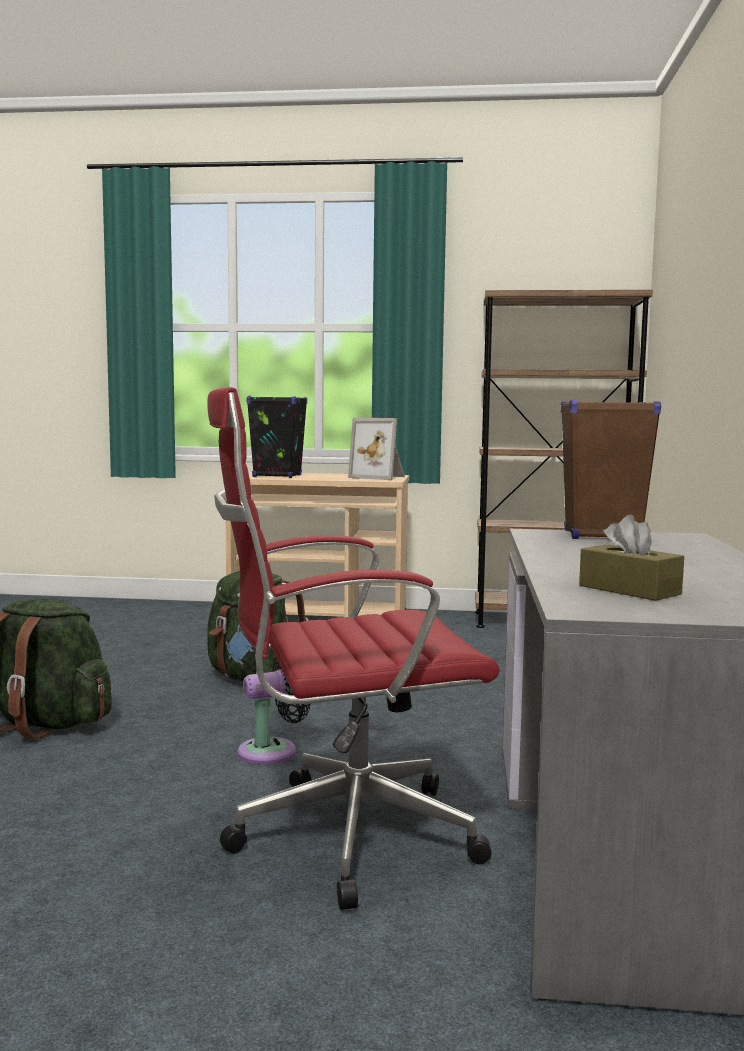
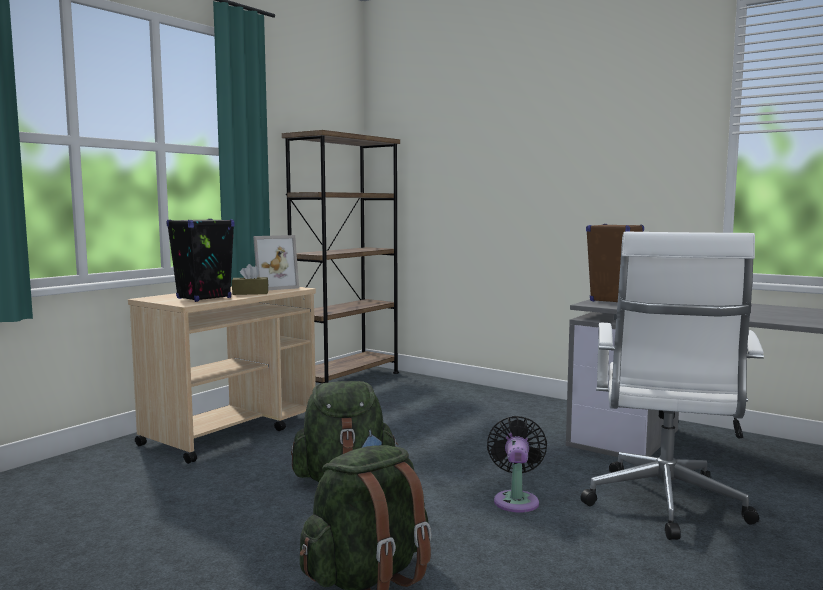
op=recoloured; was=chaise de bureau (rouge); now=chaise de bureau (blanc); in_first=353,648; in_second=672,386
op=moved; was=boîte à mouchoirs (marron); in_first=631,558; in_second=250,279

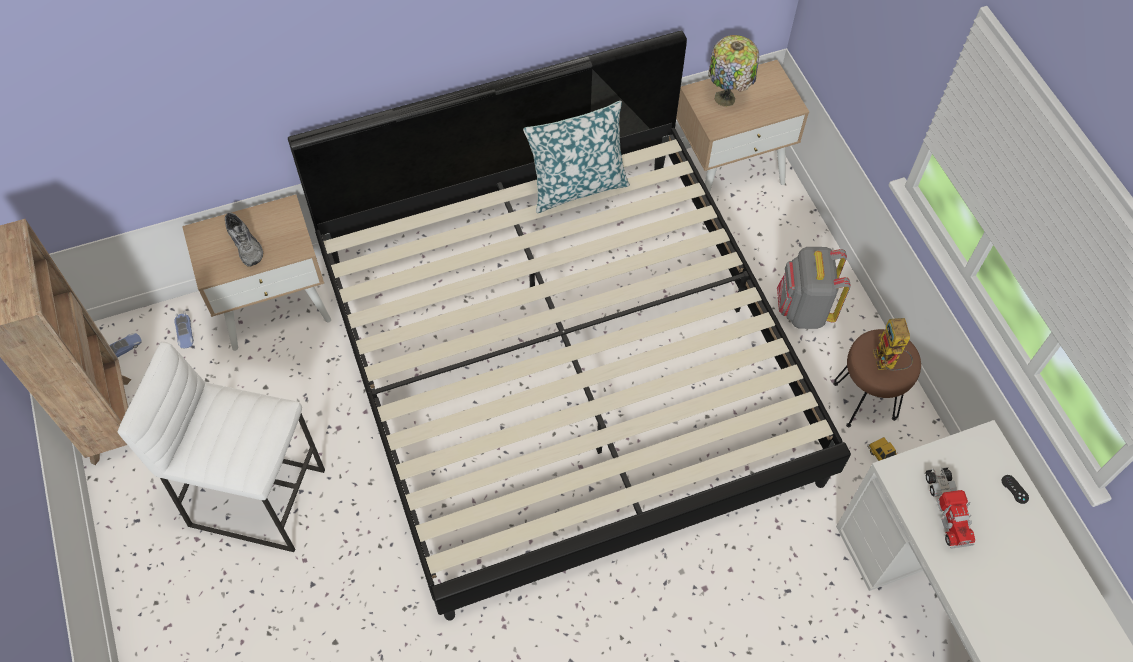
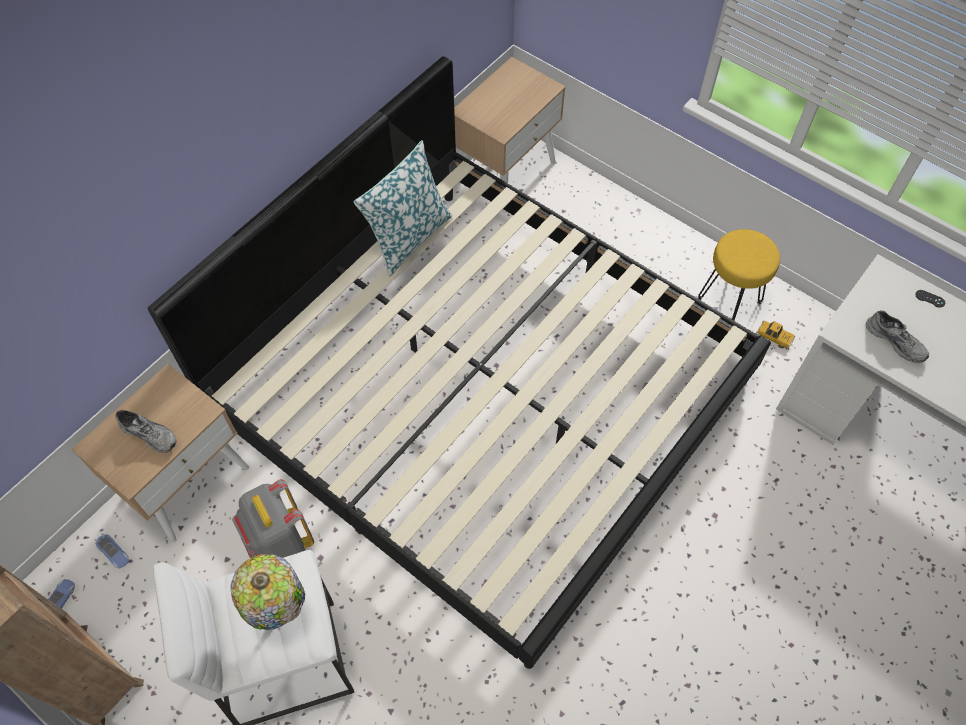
op=moved; was=lampe de table; in_first=733,71; in_second=268,592
op=moved; was=sac à dos (gris); in_first=813,288; in_second=273,518
op=removed; was=robot jouet; in_first=893,344
op=recoloured; was=tabouret (marron); now=tabouret (jaune); in_first=877,378; in_second=739,274
op=replaced; was=camion jouet; now=chaussure (gris); in_first=950,508; in_second=897,336

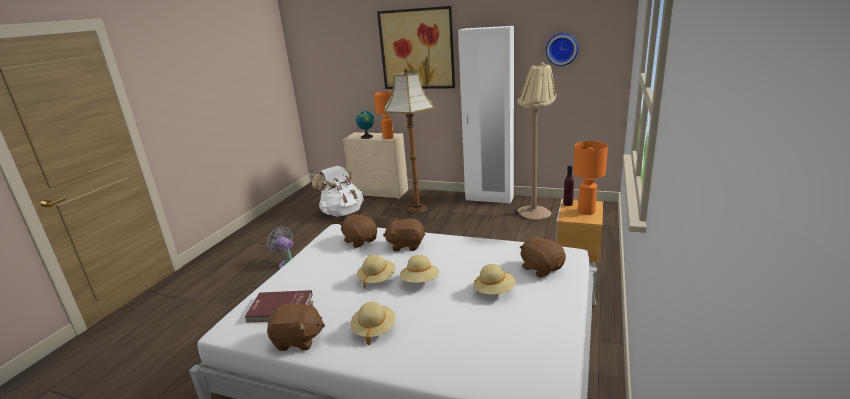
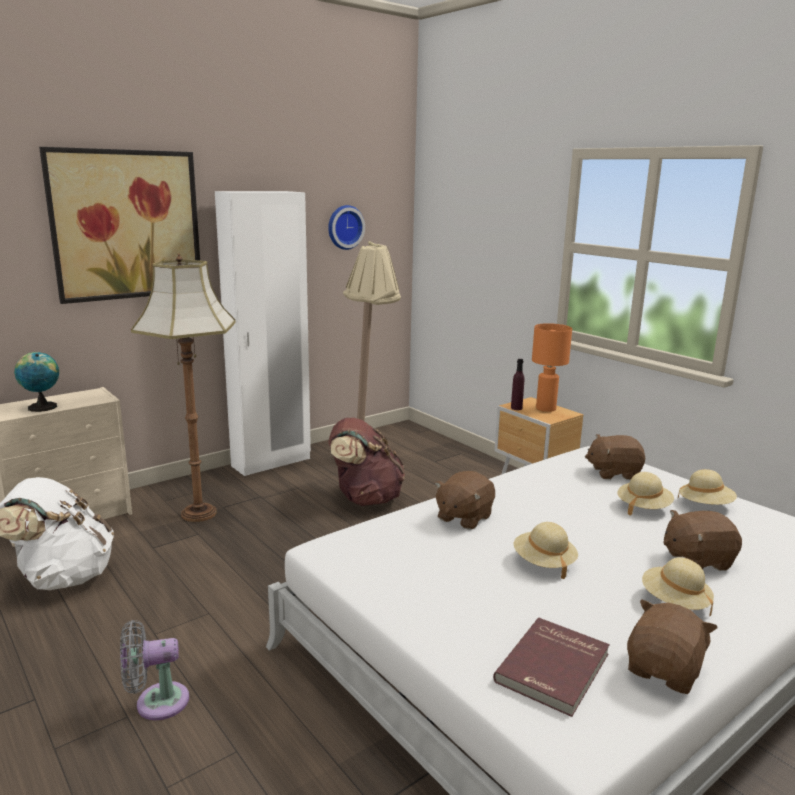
op=removed; was=lampe de table (orange); in_first=384,115
op=moved; was=peluche (marron); in_first=358,230; in_second=702,540
op=moved; was=chapeau (beige); in_first=419,269; in_second=707,487
op=added; now=sac à dos (marron); in_second=366,462

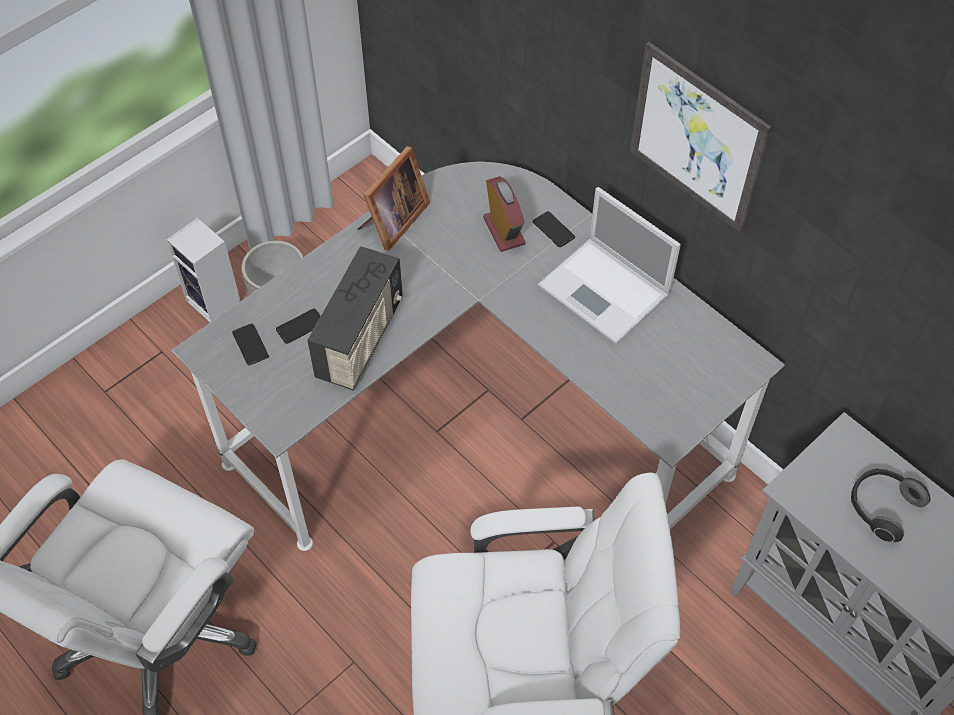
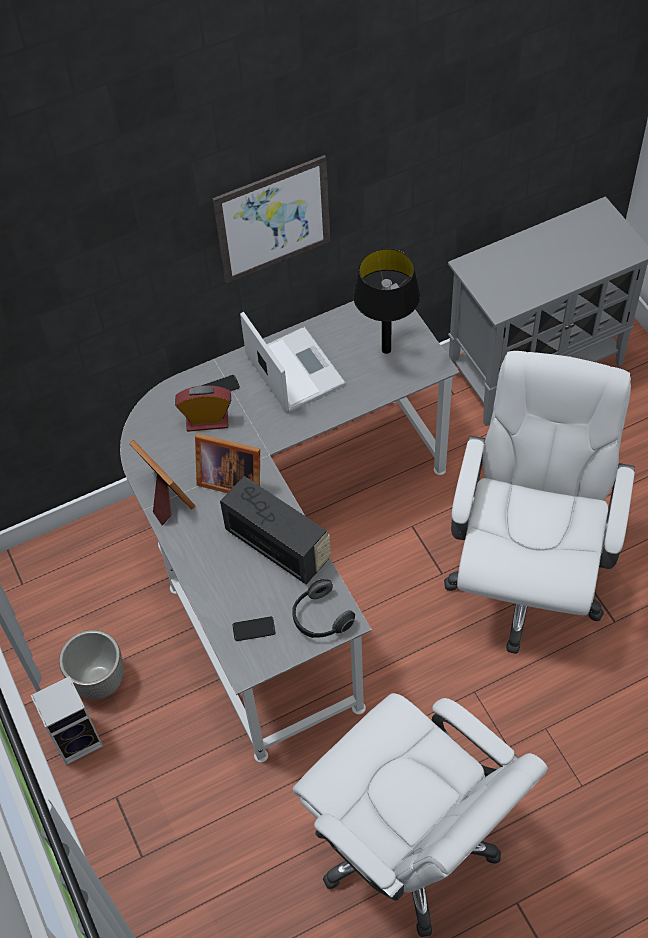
op=turned; was=ordinateur portable; in_first=609,265; in_second=293,362; clockwise=-90
op=removed; was=téléphone; in_first=298,326
op=moved; was=casque audio; in_first=891,505; in_second=324,608
op=added; now=lampe de table (noir); in_second=386,301
op=added; now=cadre photo; in_second=227,463

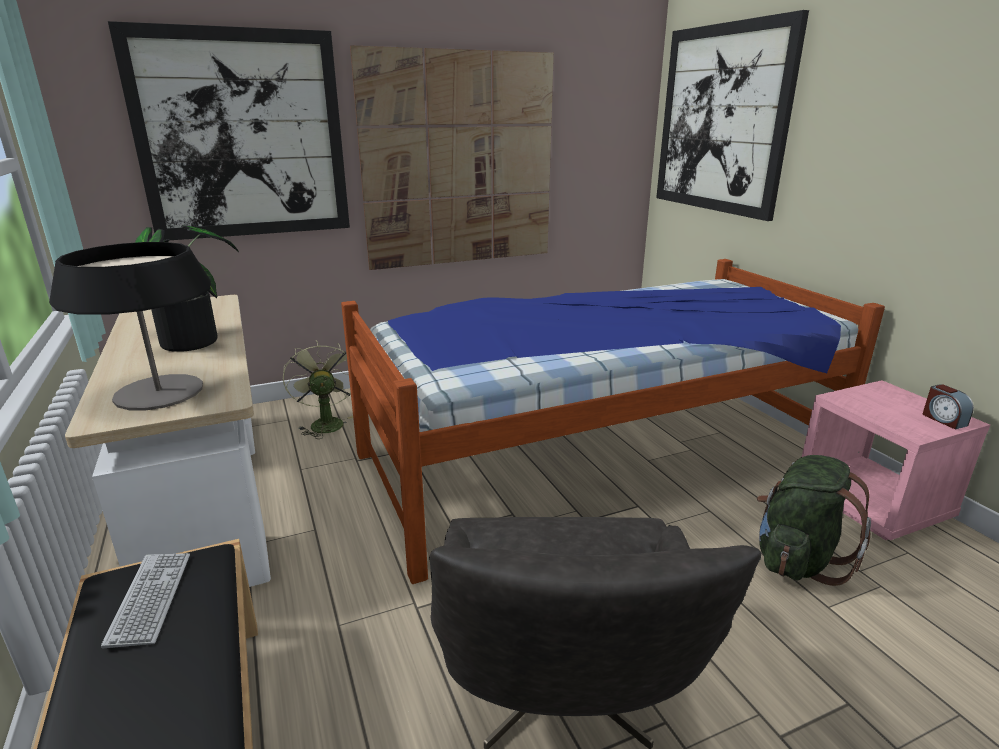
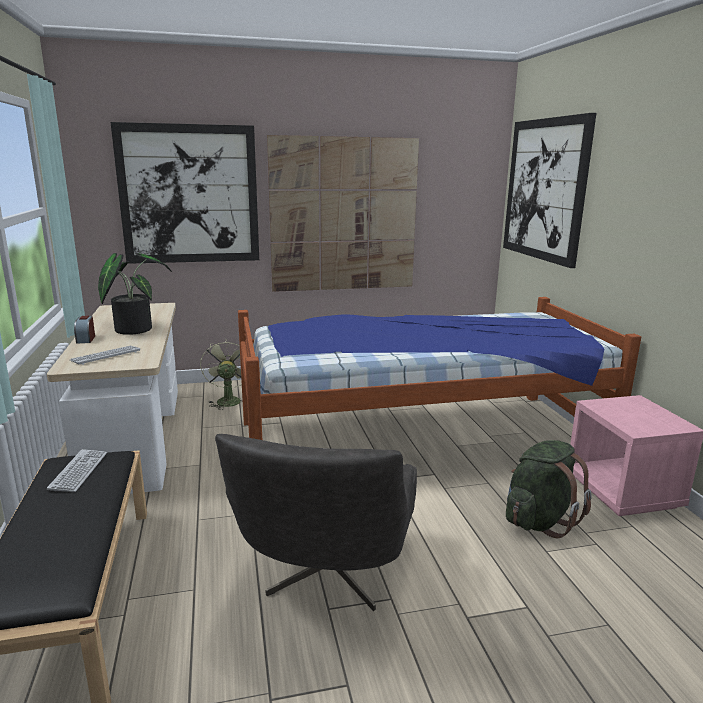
op=replaced; was=lampe de table; now=clavier; in_first=130,326; in_second=105,355
op=moved; was=réveil; in_first=948,407; in_second=84,330

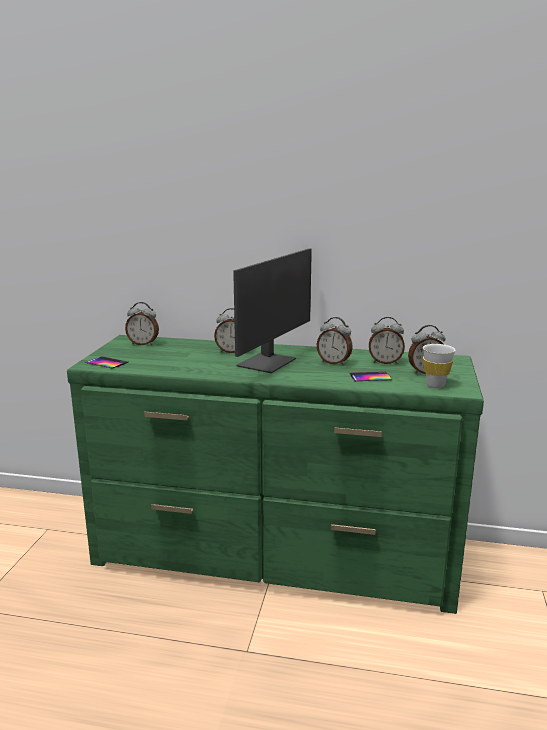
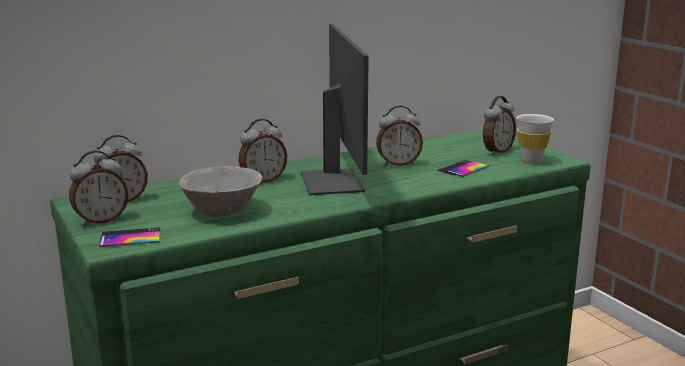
op=moved; was=réveil; in_first=387,340; in_second=98,188
op=added; now=bol (gris); in_second=220,191

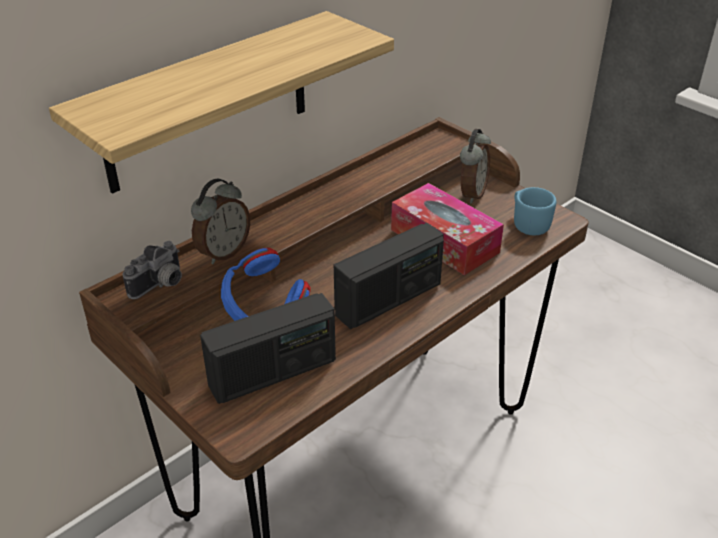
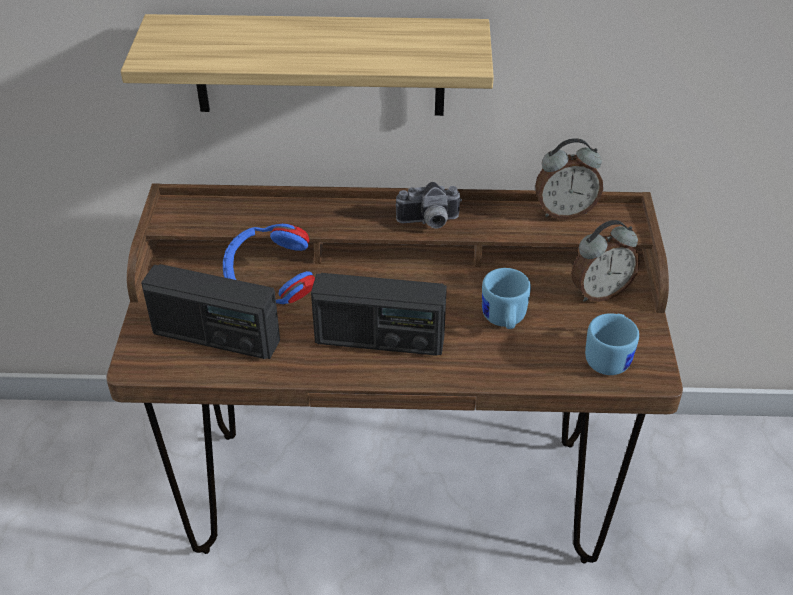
op=moved; was=réveil; in_first=220,221; in_second=569,178
op=replaced; was=boîte à mouchoirs; now=mug (bleu); in_first=447,229; in_second=506,298
op=moved; was=appareil photo; in_first=152,270; in_second=428,205

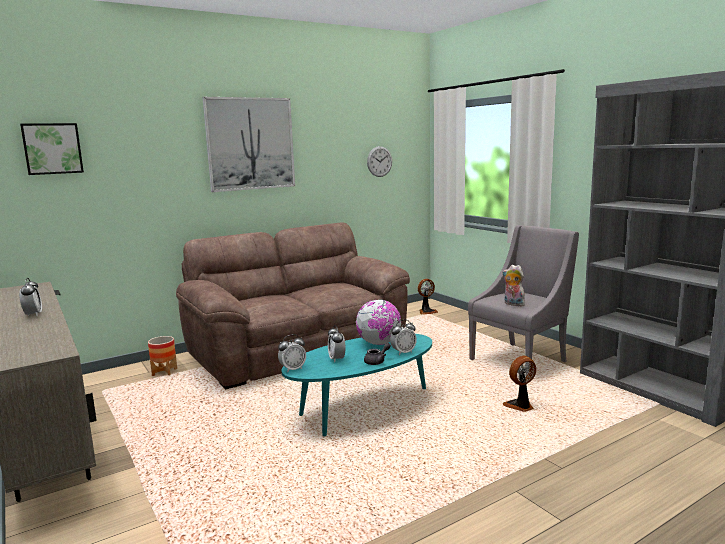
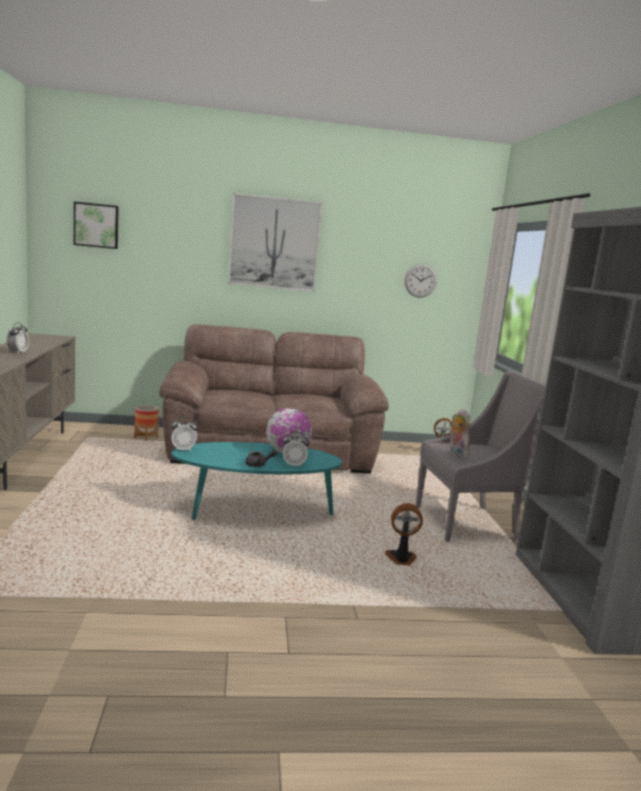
op=removed; was=réveil; in_first=336,343

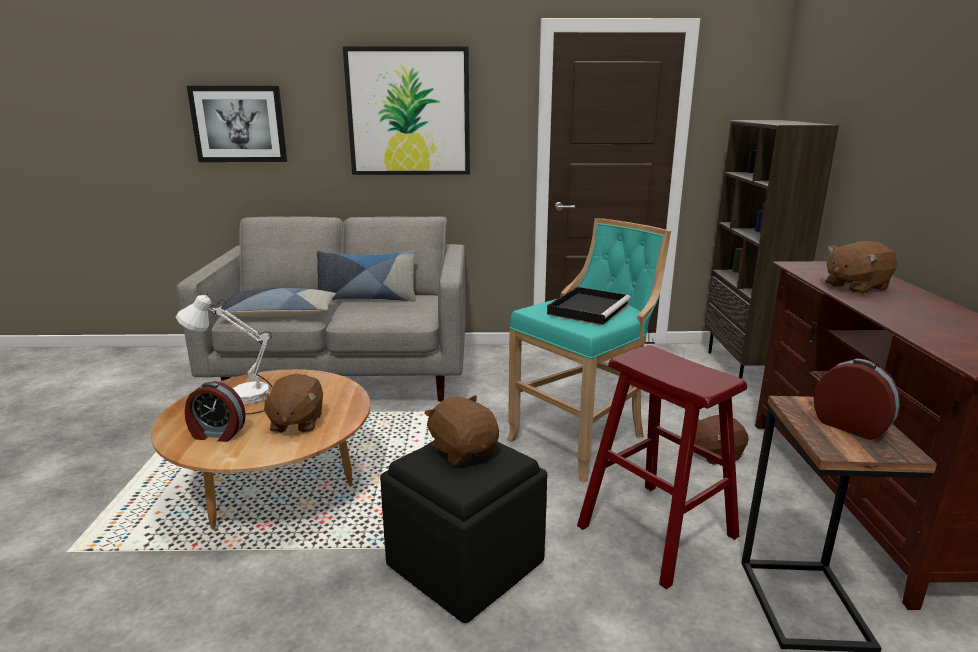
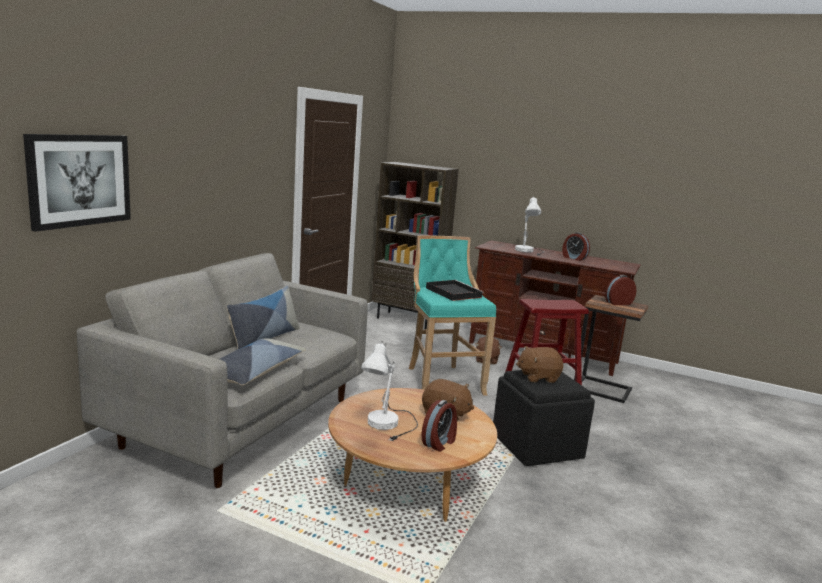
op=removed; was=tableau; in_first=406,110
op=replaced; was=peluche (marron); now=lampe de table (blanc); in_first=861,267; in_second=529,226
op=added; now=réveil; in_second=576,246

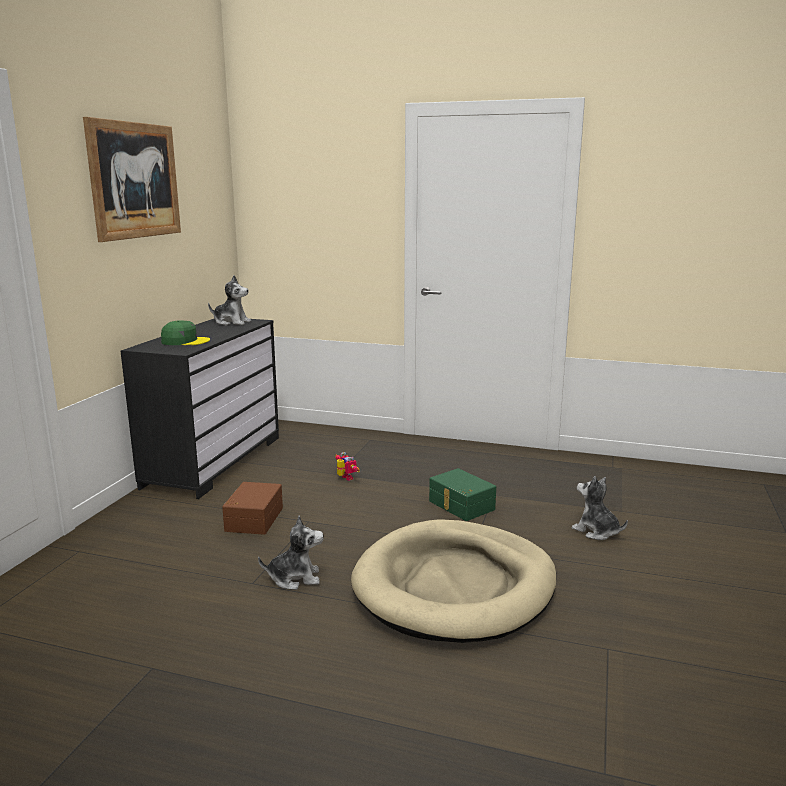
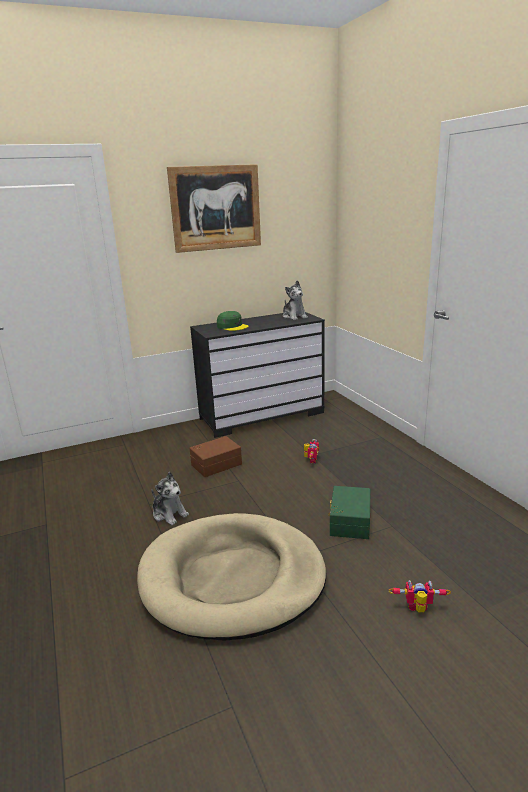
op=replaced; was=peluche; now=robot jouet; in_first=600,508; in_second=419,596

